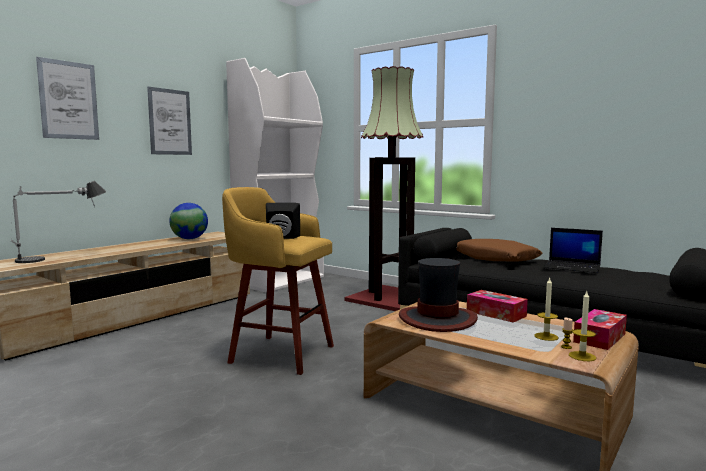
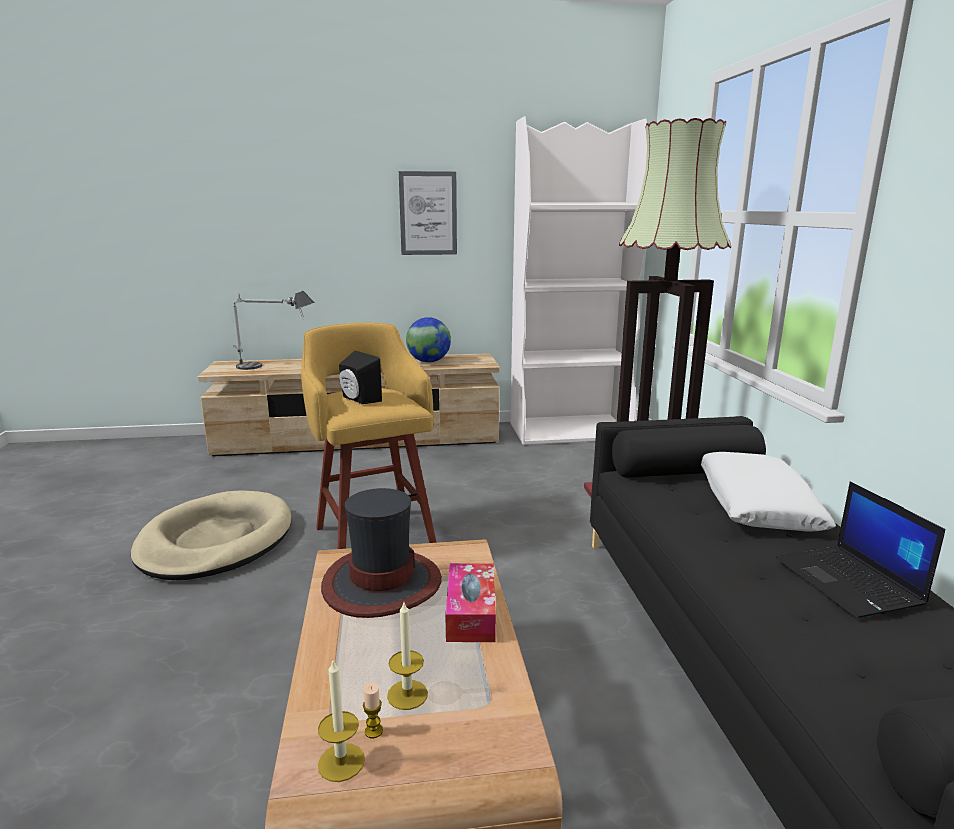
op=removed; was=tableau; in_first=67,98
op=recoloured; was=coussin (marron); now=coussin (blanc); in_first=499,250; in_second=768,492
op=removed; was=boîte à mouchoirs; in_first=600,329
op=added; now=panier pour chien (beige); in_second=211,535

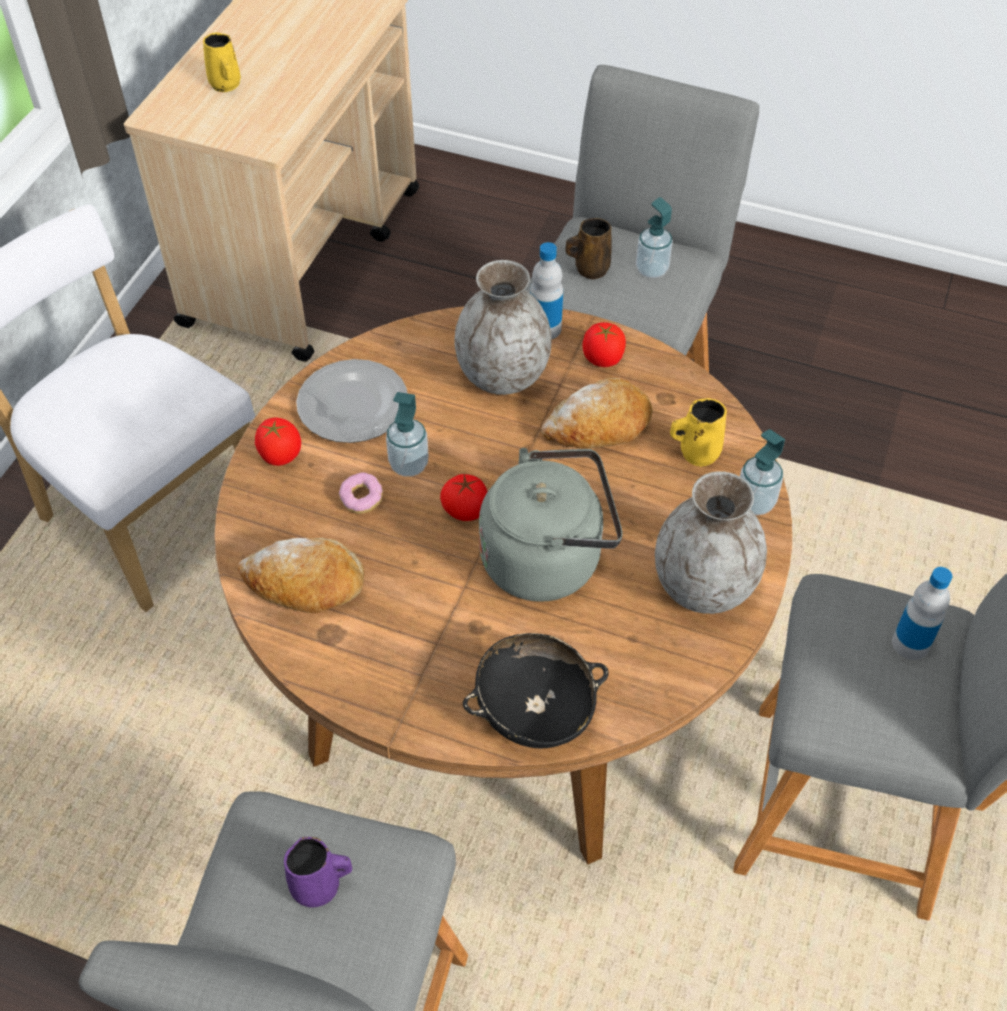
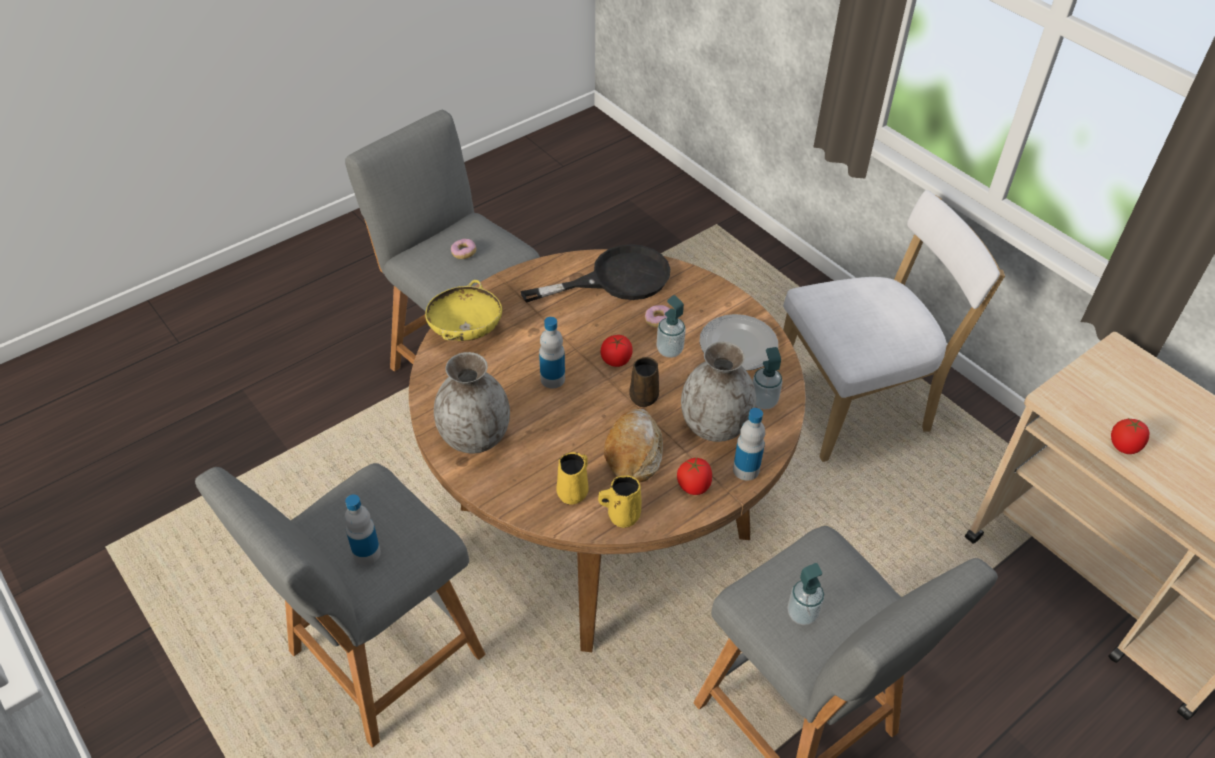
op=moved; was=mug (jaune); in_first=222,62; in_second=619,501
op=moved; was=mug (marron); in_first=588,248; in_second=644,382
op=moved; was=tomate; in_first=278,442; in_second=1130,436
op=moved; was=distributeur de savon; in_first=762,472; in_second=767,378
op=replaced; was=bouilloire (gris); now=bouteille; in_first=551,525; in_second=552,353
op=replaced; was=pain; now=poêle (noir); in_first=301,575; in_second=596,273
op=recoloured; was=bol (noir); now=bol (jaune); in_first=535,690; in_second=463,310
op=replaced; was=mug (violet); now=beignet; in_first=318,872; in_second=463,249

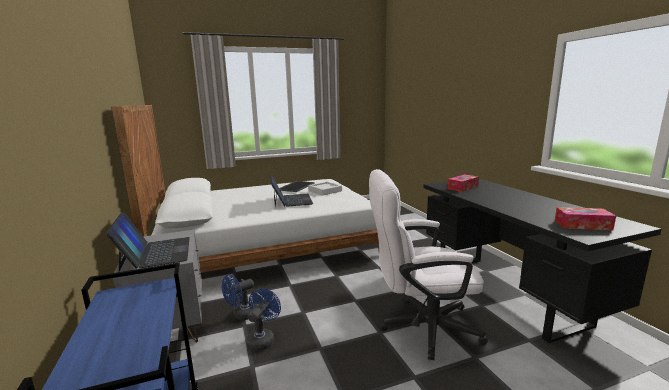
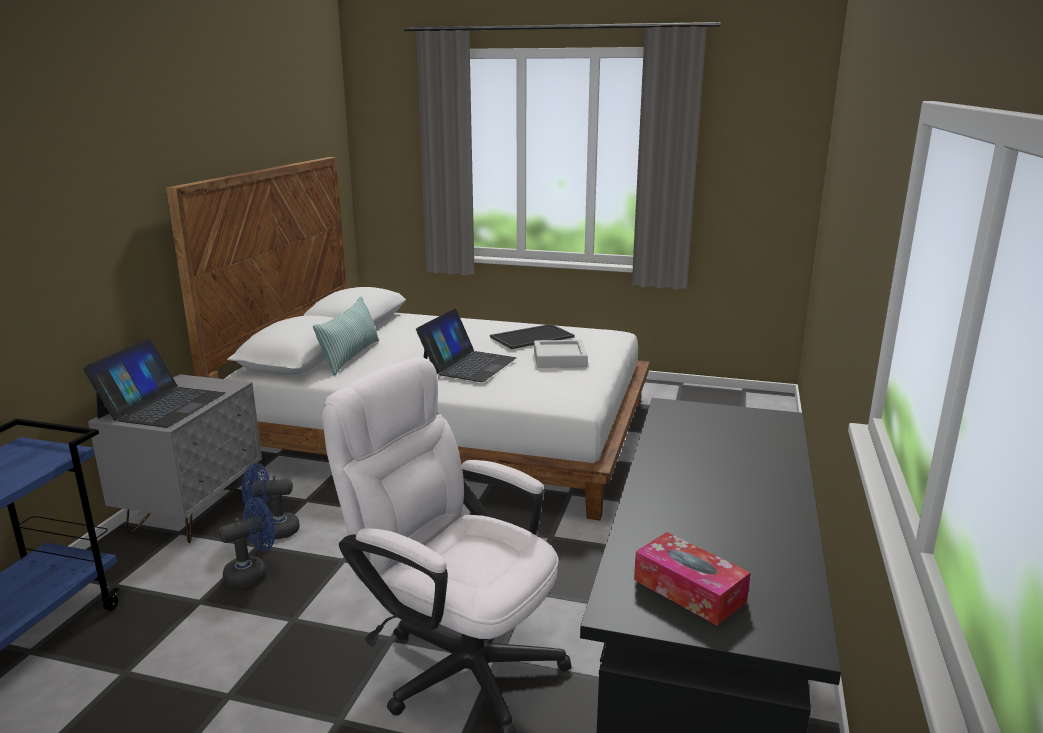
op=removed; was=boîte à mouchoirs; in_first=463,183
op=added; now=coussin; in_second=346,335

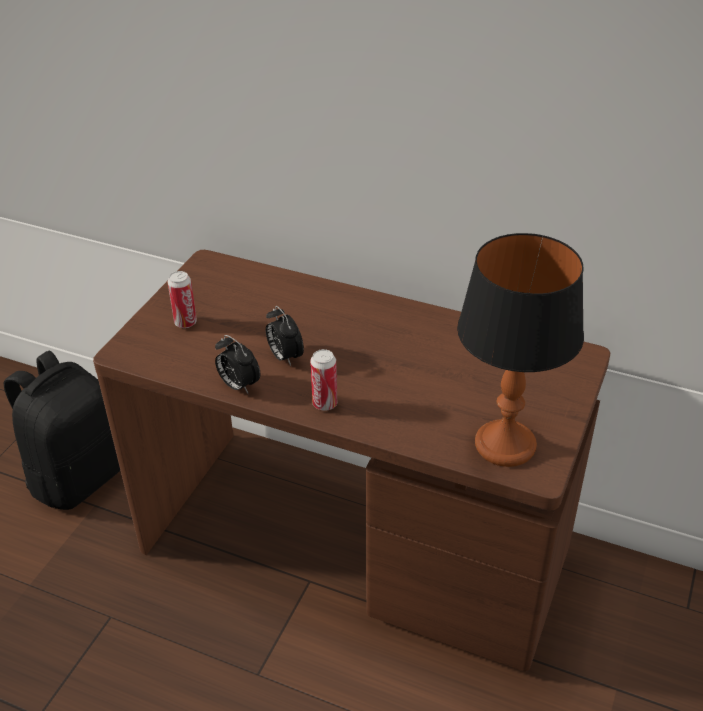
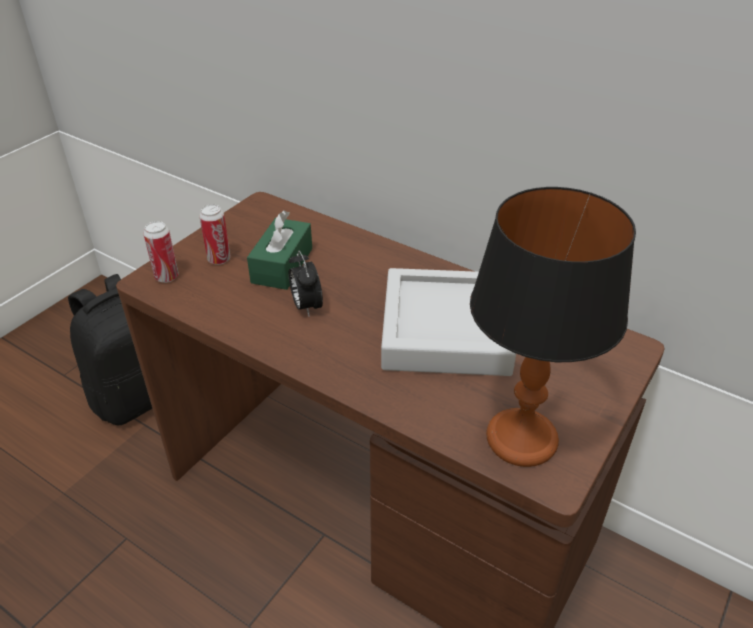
op=removed; was=réveil; in_first=237,364
op=moved; was=boîte métallique; in_first=323,380; in_second=161,252
op=added; now=boîte à mouchoirs (vert); in_second=279,250
op=added; now=plateau (gris); in_second=448,322

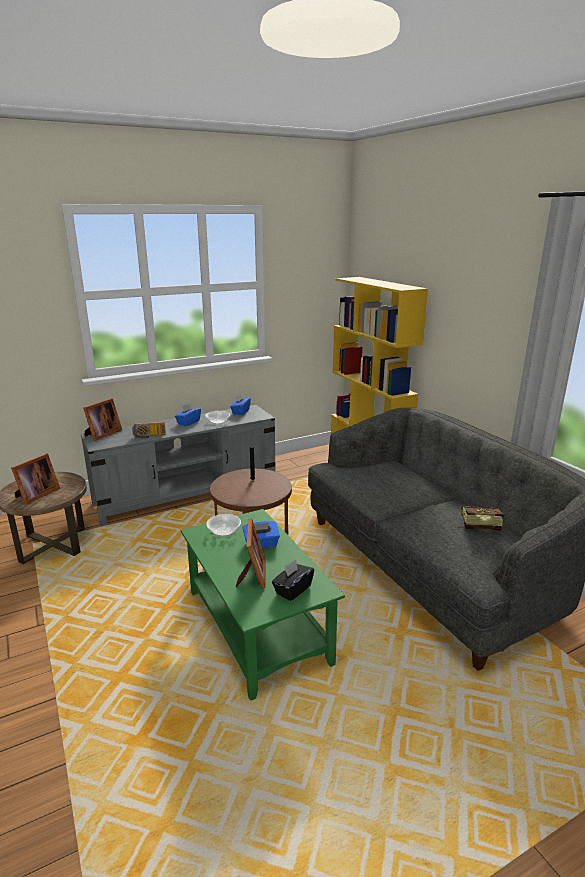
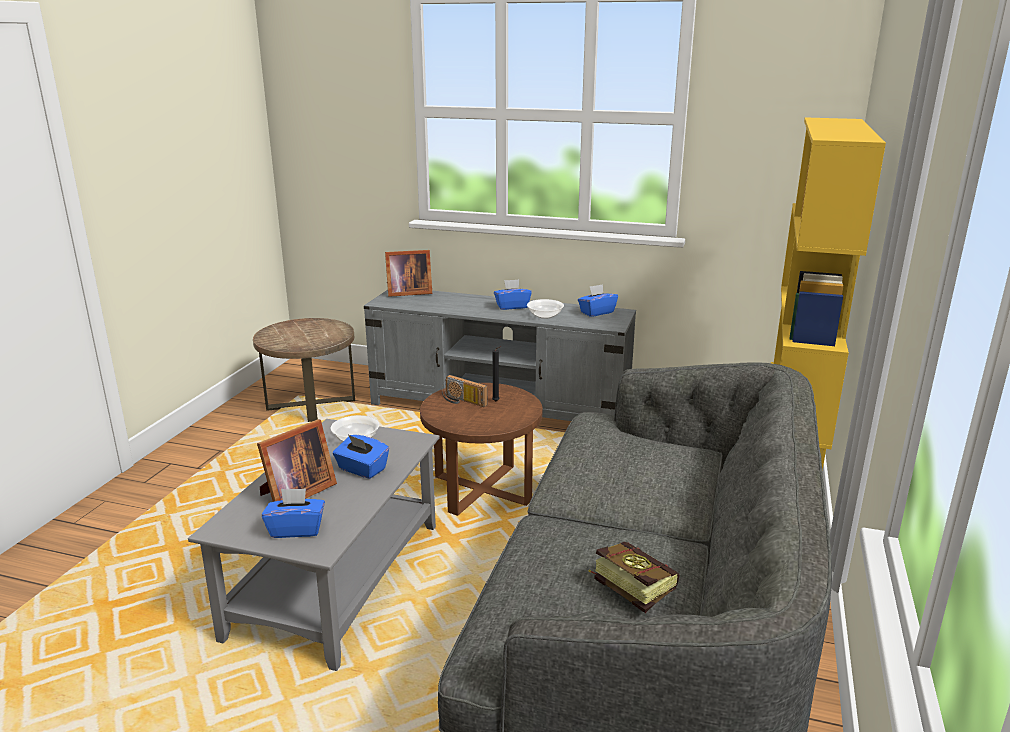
op=moved; was=radio; in_first=149,430; in_second=465,391
op=removed; was=cadre photo; in_first=35,479
op=recoloured; was=table basse (vert); now=table basse (gris); in_first=263,605; in_second=314,545
op=recoloured; was=boîte à mouchoirs (noir); now=boîte à mouchoirs (bleu); in_first=293,580; in_second=293,513

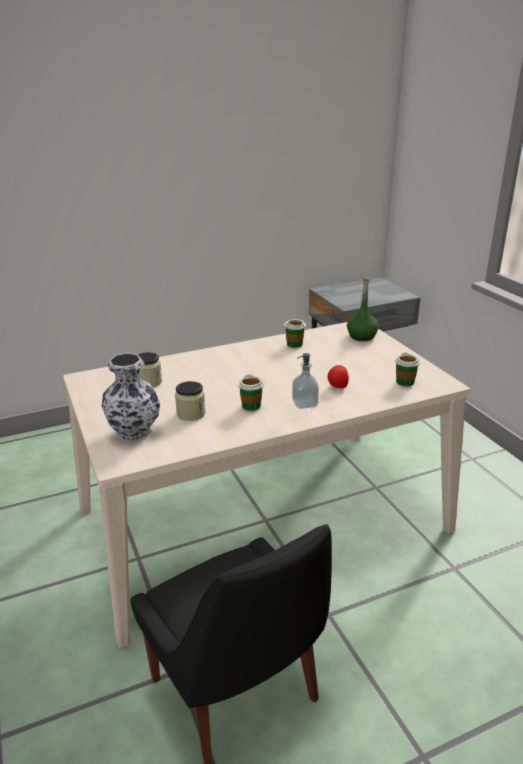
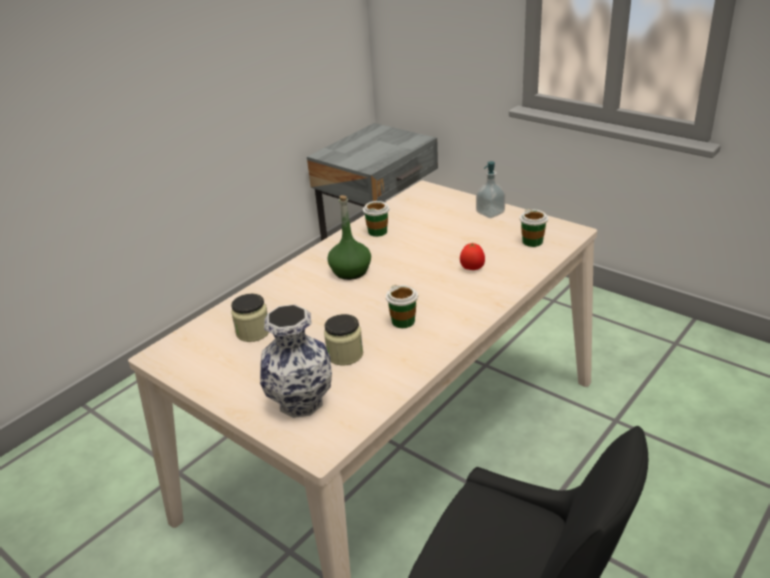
op=moved; was=bouteille (vert); in_first=363,309; in_second=349,237
op=moved; was=distributeur de savon; in_first=305,381; in_second=490,189

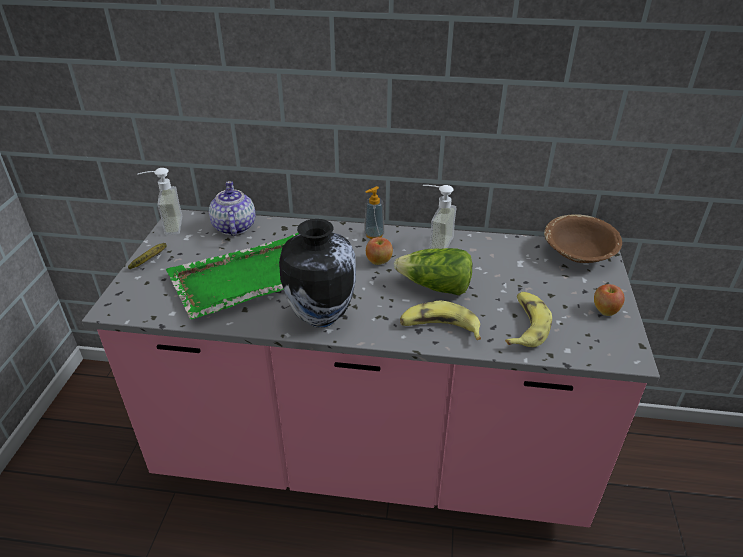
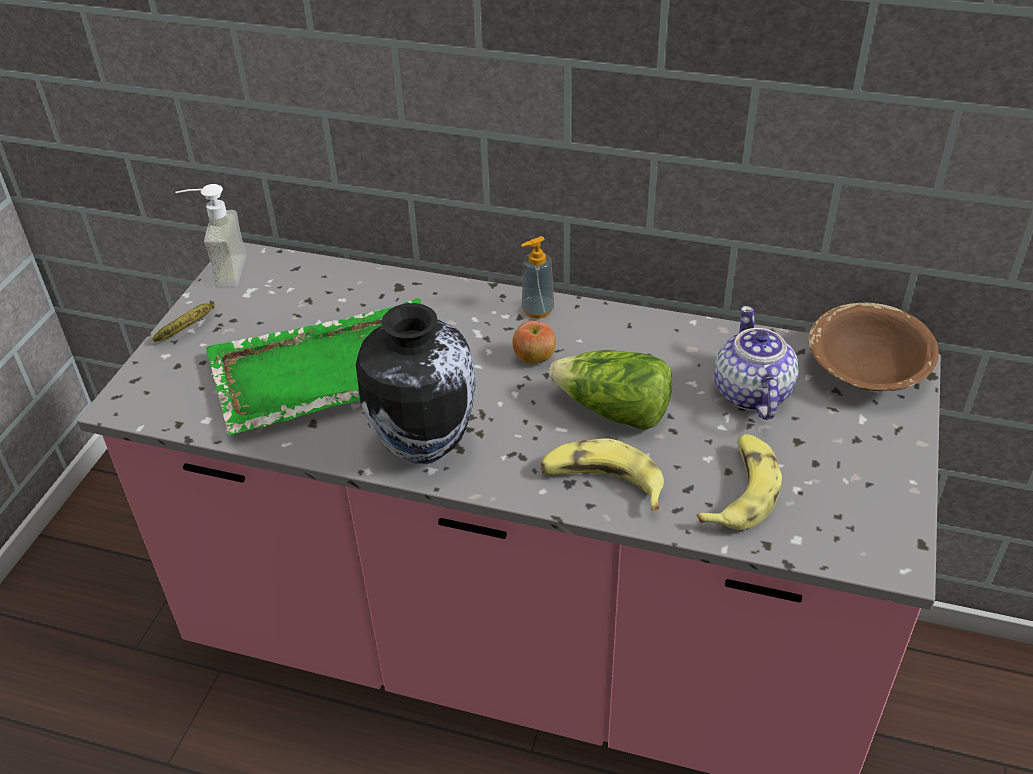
op=moved; was=théière; in_first=232,208; in_second=756,363
op=removed; was=distributeur de savon; in_first=440,217
op=removed; was=pomme; in_first=609,300

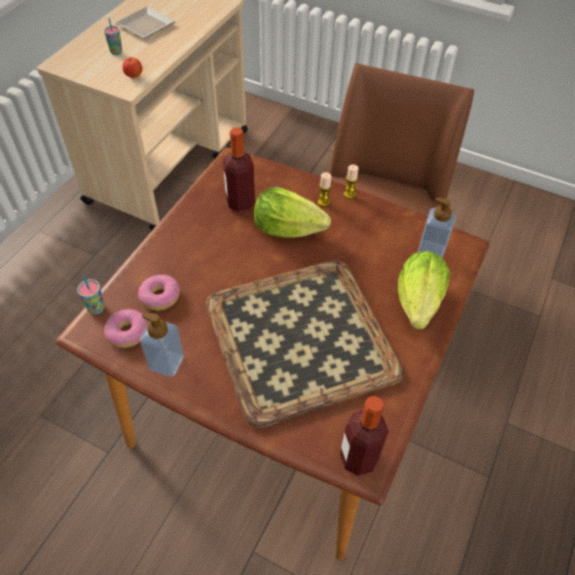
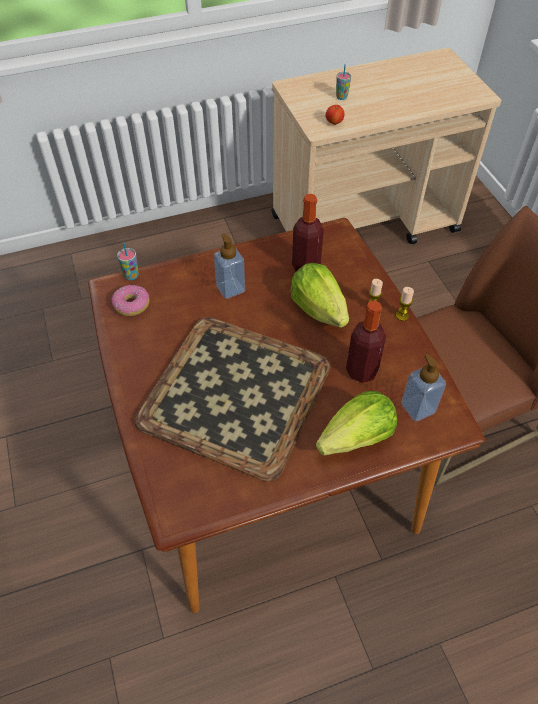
op=removed; was=assiette; in_first=145,23
op=removed; was=beignet; in_first=159,293
op=moved; was=distributeur de savon; in_first=162,345; in_second=229,266
op=moved; was=bouteille; in_first=364,436; in_second=366,341

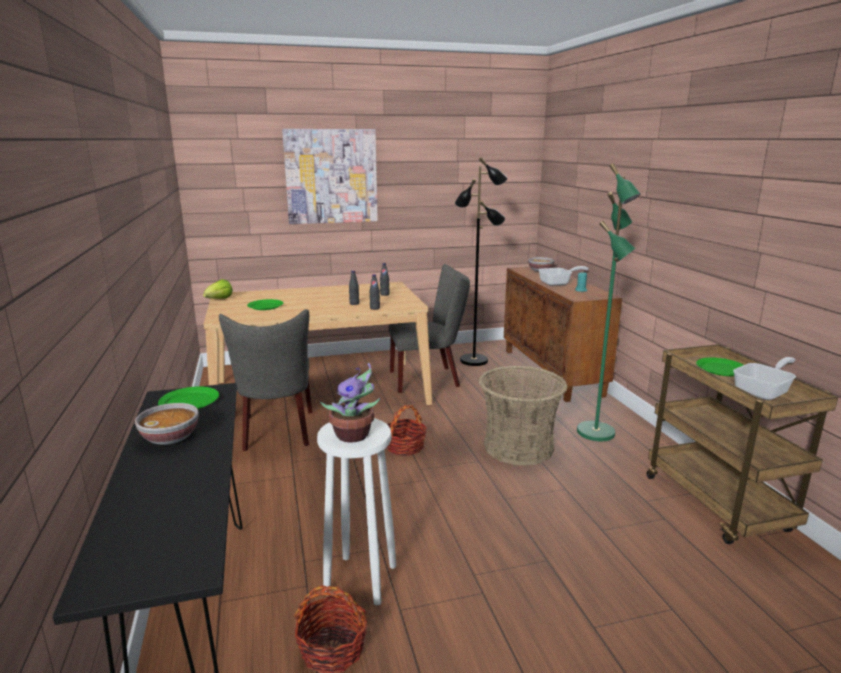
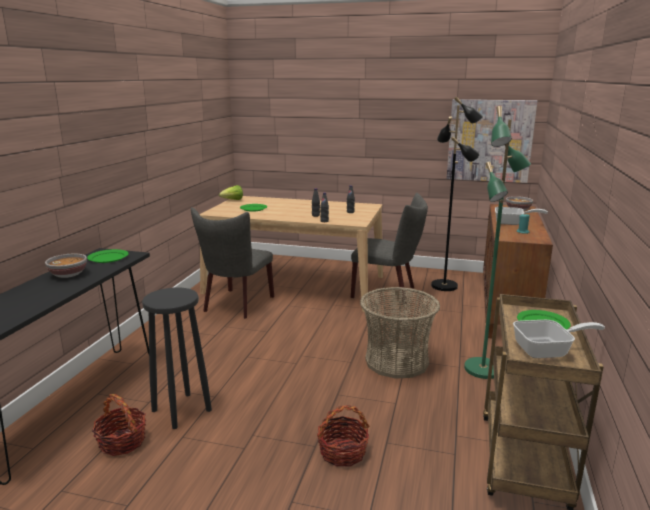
op=moved; was=tableau; in_first=330,176; in_second=492,141
op=removed; was=plante en pot; in_first=350,403
op=moved; was=panier; in_first=407,430; in_second=343,436
op=recoloured; was=tabouret (blanc); now=tabouret (noir); in_first=356,511; in_second=177,358

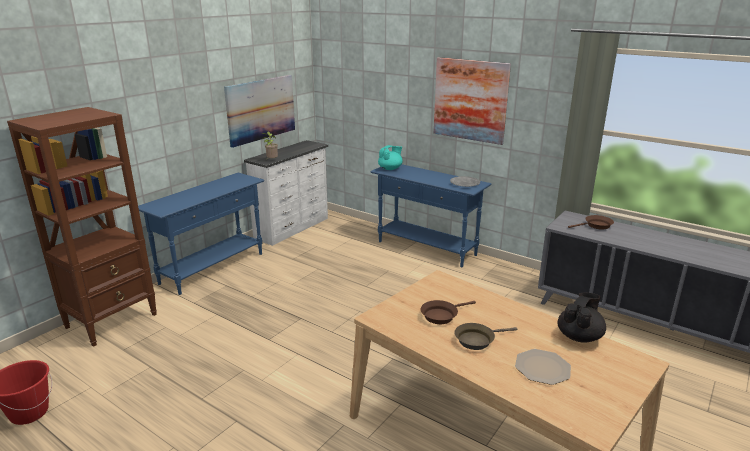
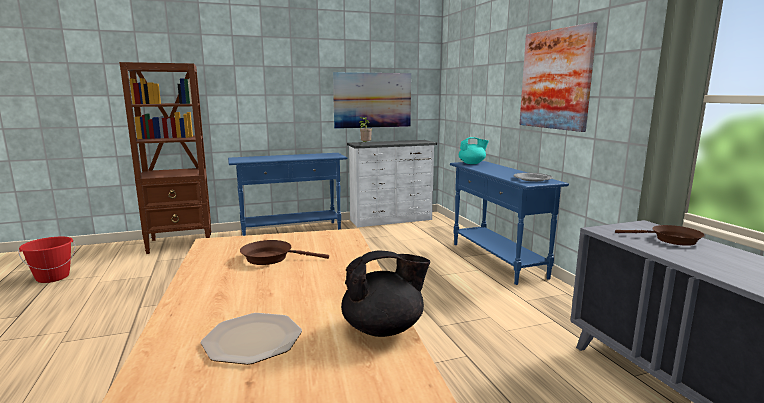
op=removed; was=poêle (marron); in_first=485,336

